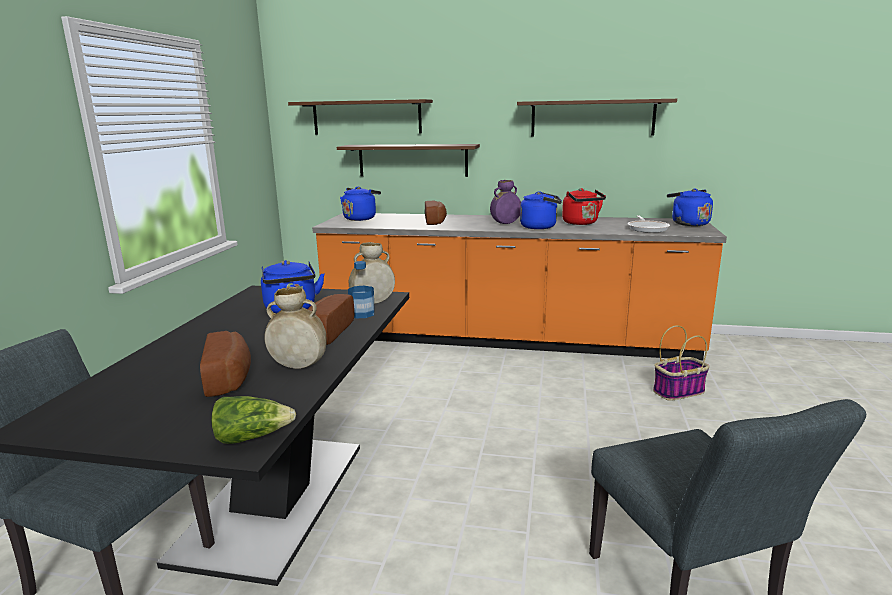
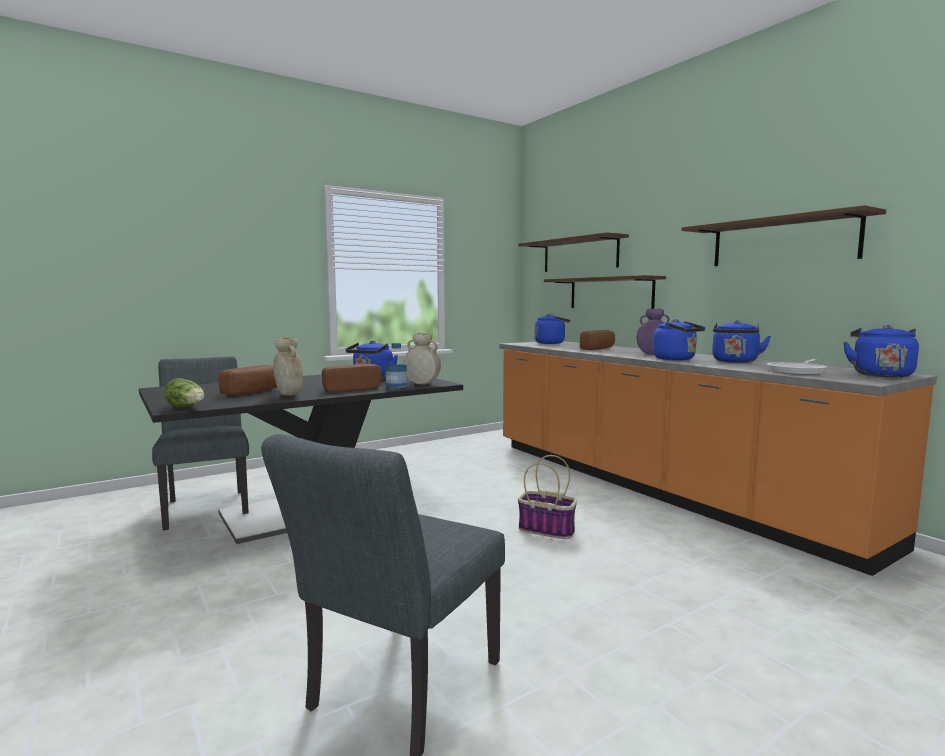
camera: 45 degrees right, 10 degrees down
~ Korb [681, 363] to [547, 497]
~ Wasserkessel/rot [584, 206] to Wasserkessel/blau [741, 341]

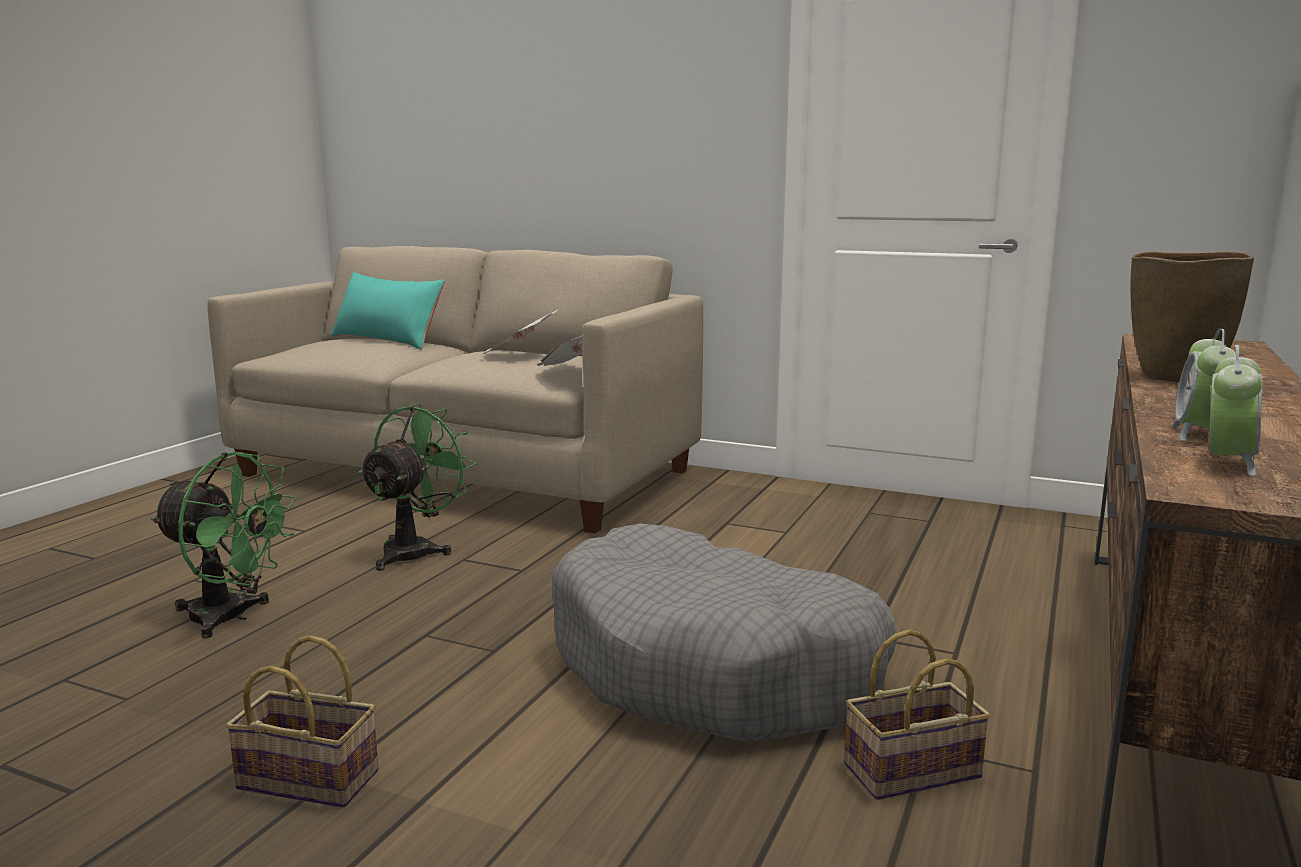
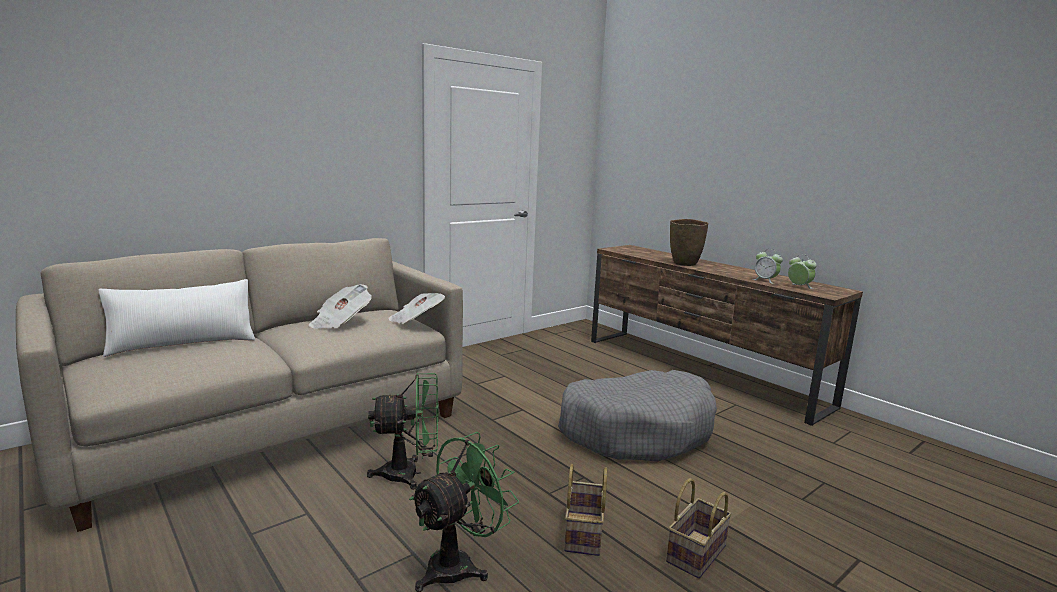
camera: 65 degrees left, 0 degrees up
~ Kissen/türkis [388, 311] to Kissen/weiß [176, 318]
~ Ventilator/grün [417, 487] = [403, 431] 120 degrees clockwise
~ Korb [917, 715] to [585, 510]

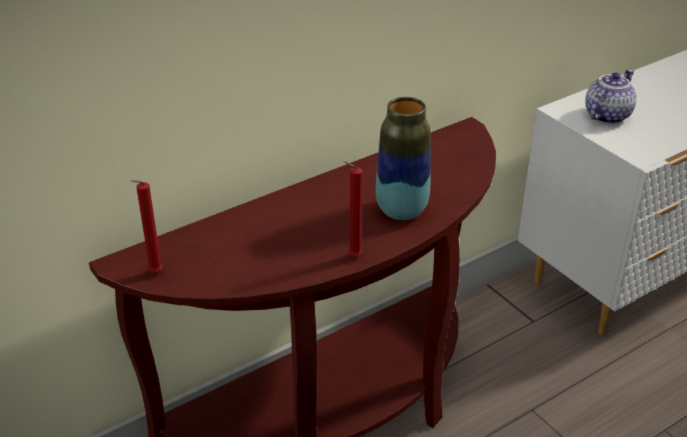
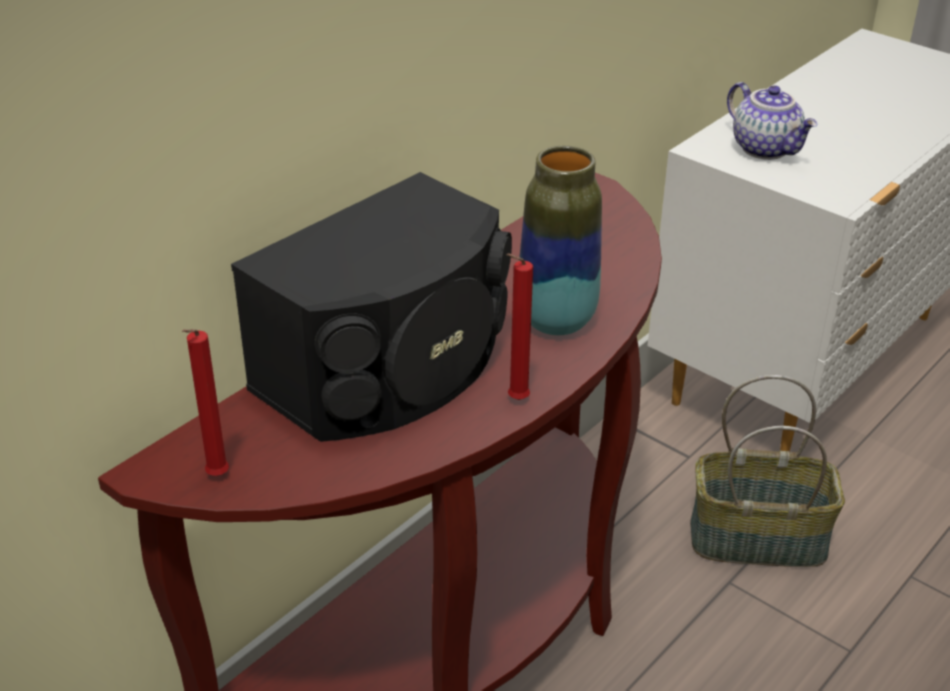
camera: 15 degrees left, 0 degrees up
+ Lautsprecher/schwarz [371, 307]
+ Korb [767, 471]
~ Teekanne [611, 96] = [772, 121] 120 degrees clockwise

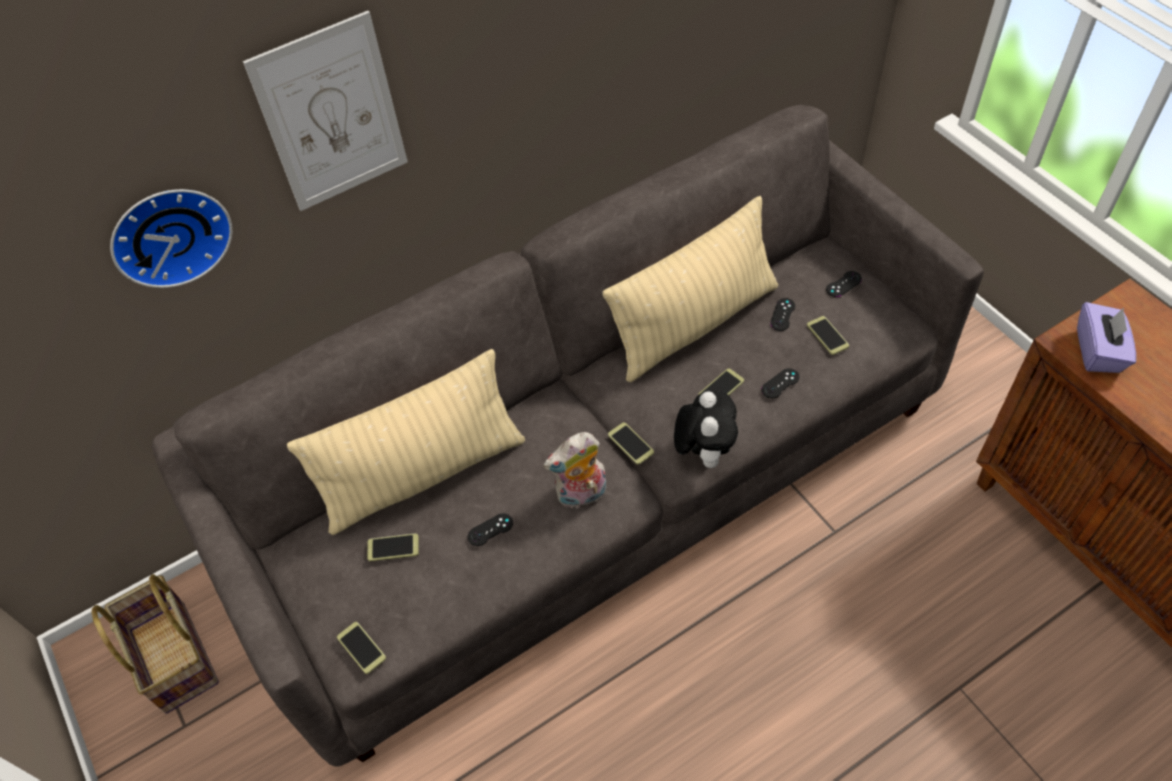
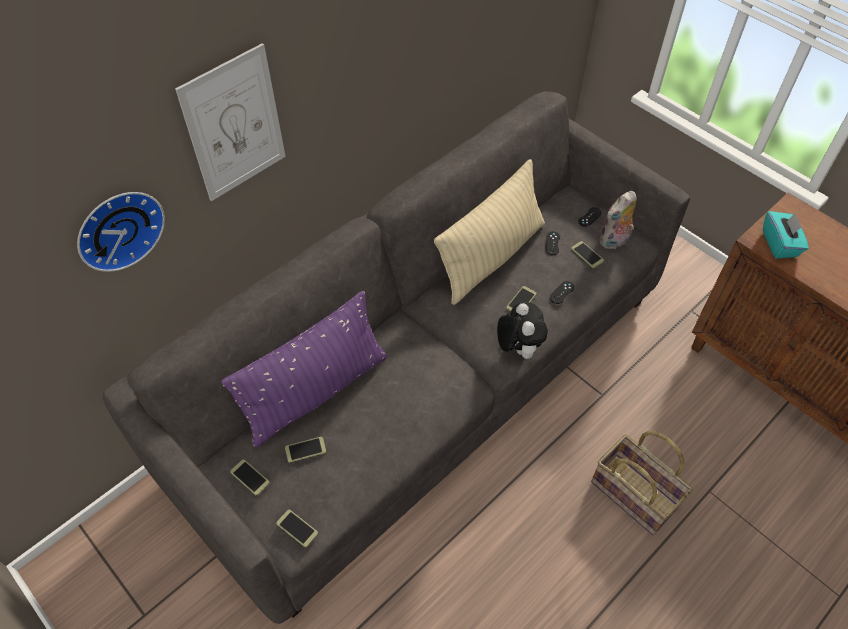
camera: 15 degrees left, 0 degrees up
~ Kissen/beige [406, 442] to Kissen/lila [304, 369]
~ Handy [631, 443] to [249, 477]
~ Korb [155, 644] to [642, 483]
~ Plüschtier [574, 470] to [618, 220]
~ Taschentuchbox/lila [1106, 337] to Taschentuchbox/türkis [786, 234]
- Gamepad/schwarz [490, 529]

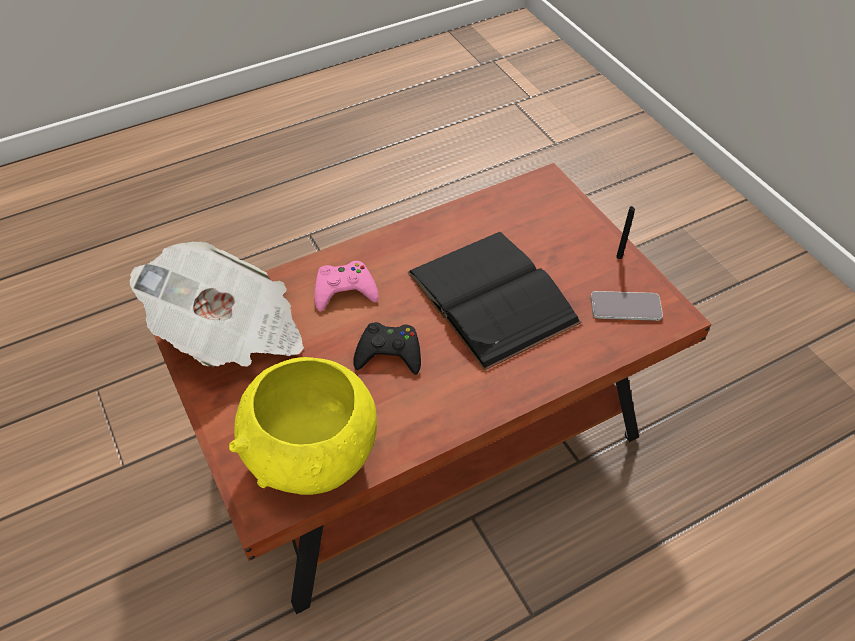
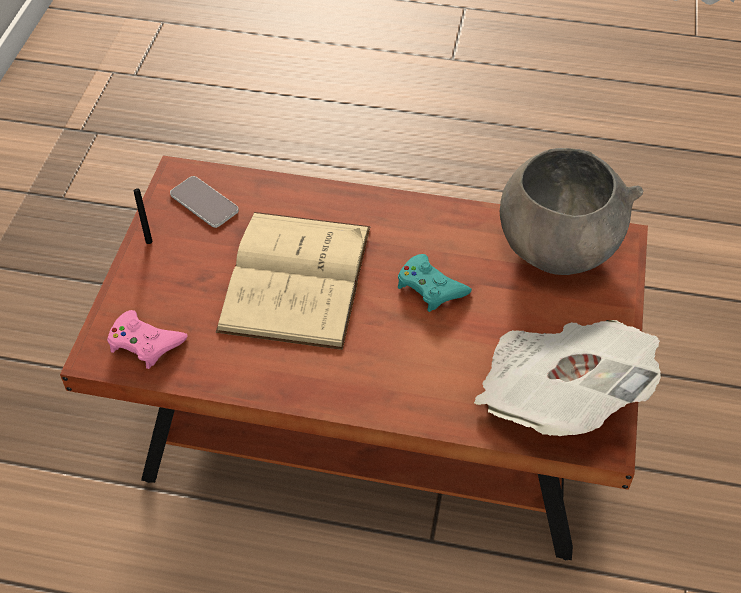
camera: 140 degrees left, 0 degrees up
~ Gamepad/rosa [347, 286] to [147, 339]
~ Buch/schwarz [494, 301] to Buch/beige [293, 281]
~ Gamepad/schwarz [387, 348] to Gamepad/türkis [435, 283]
~ Schüssel/gelb [303, 426] to Schüssel/grau [571, 211]

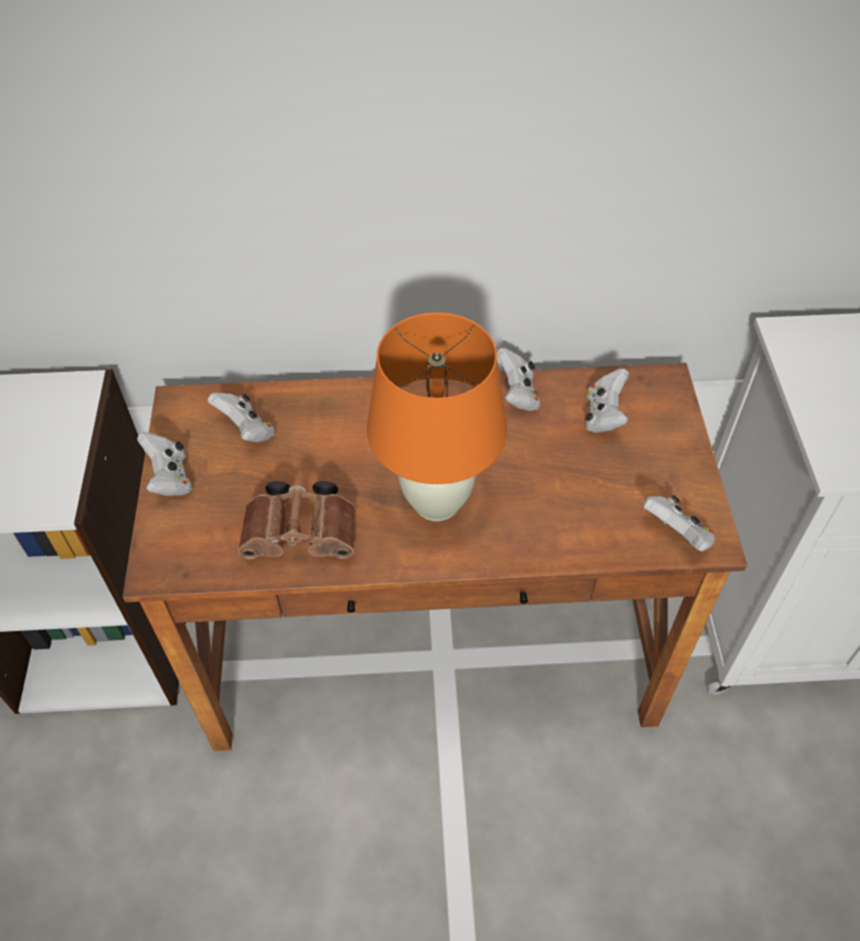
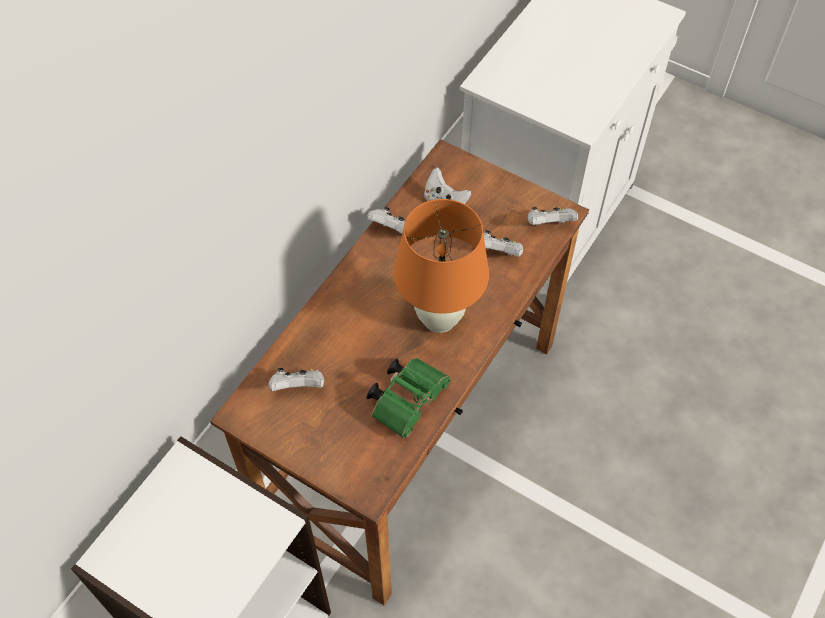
camera: 55 degrees left, 5 degrees up
~ Fernglas/braun [296, 520] to Fernglas/grün [408, 398]
~ Gamepad/weiß [164, 464] to [503, 243]

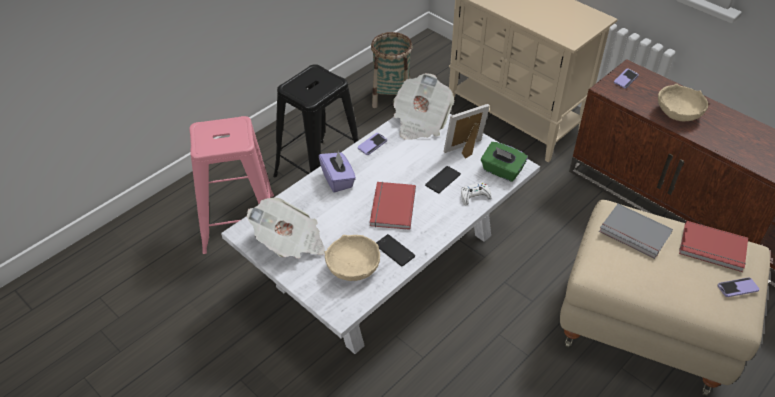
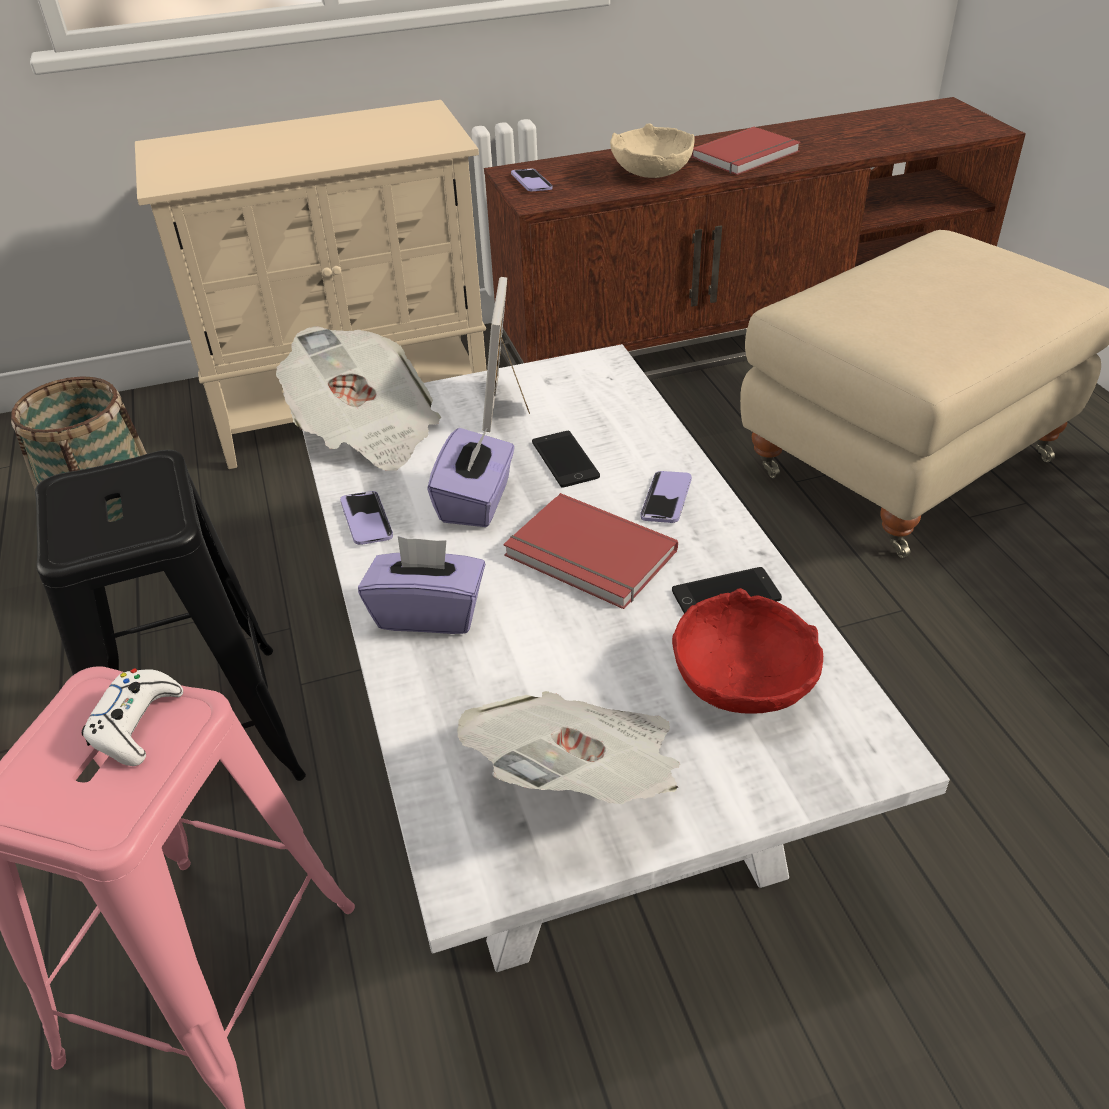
camera: 60 degrees left, 5 degrees down
~ Gamepad/weiß [476, 194] to [132, 717]
+ Taschentuchbox/lila [471, 477]
~ Handy [738, 287] to [666, 497]
~ Schüssel/beige [352, 258] to Schüssel/rot [747, 651]
~ Buch/rot [713, 246] to [745, 151]
- Taschentuchbox/grün [504, 162]
- Buch/grau [636, 231]

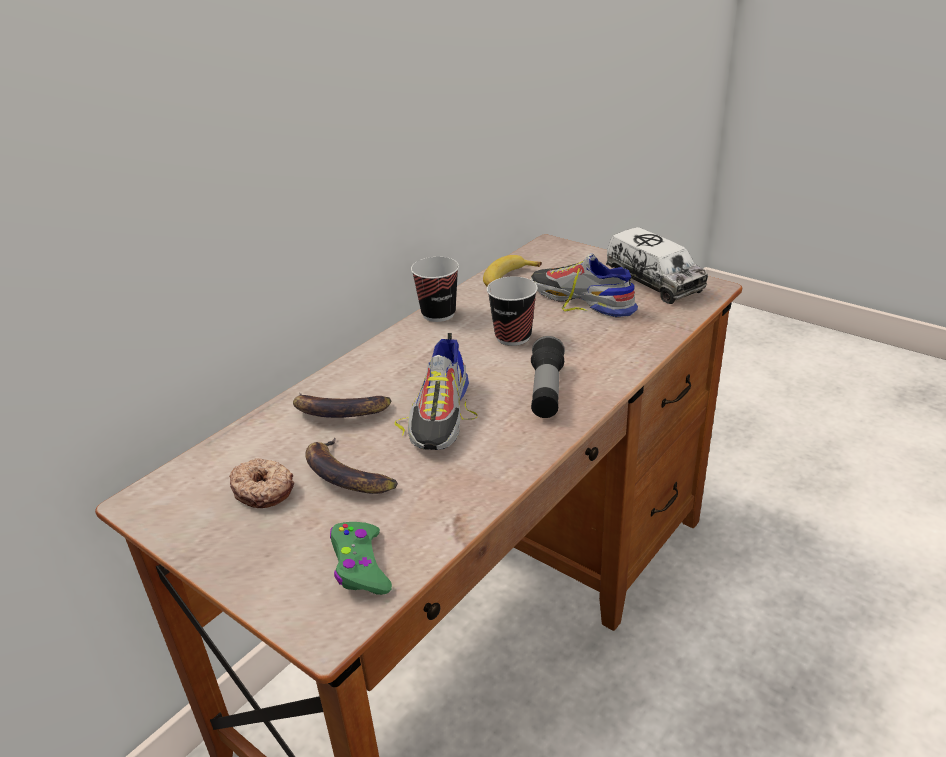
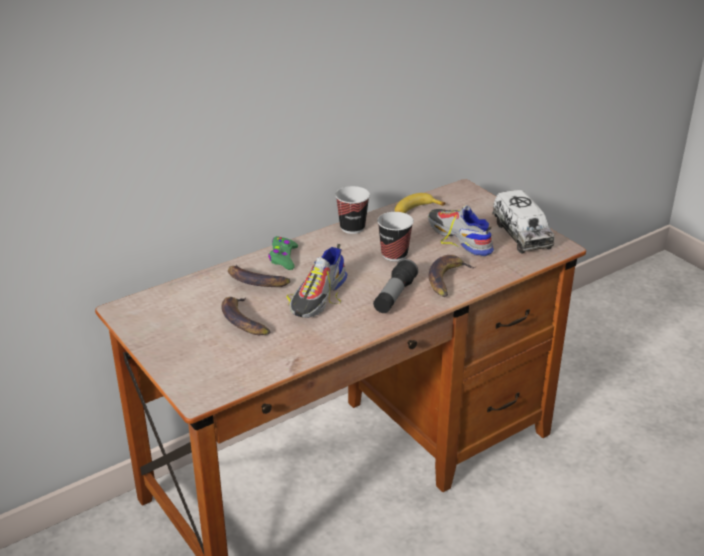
camera: 15 degrees right, 0 degrees up
~ Gamepad/grün [361, 558] to [283, 253]
+ Banane [451, 276]
- Donut [261, 483]

